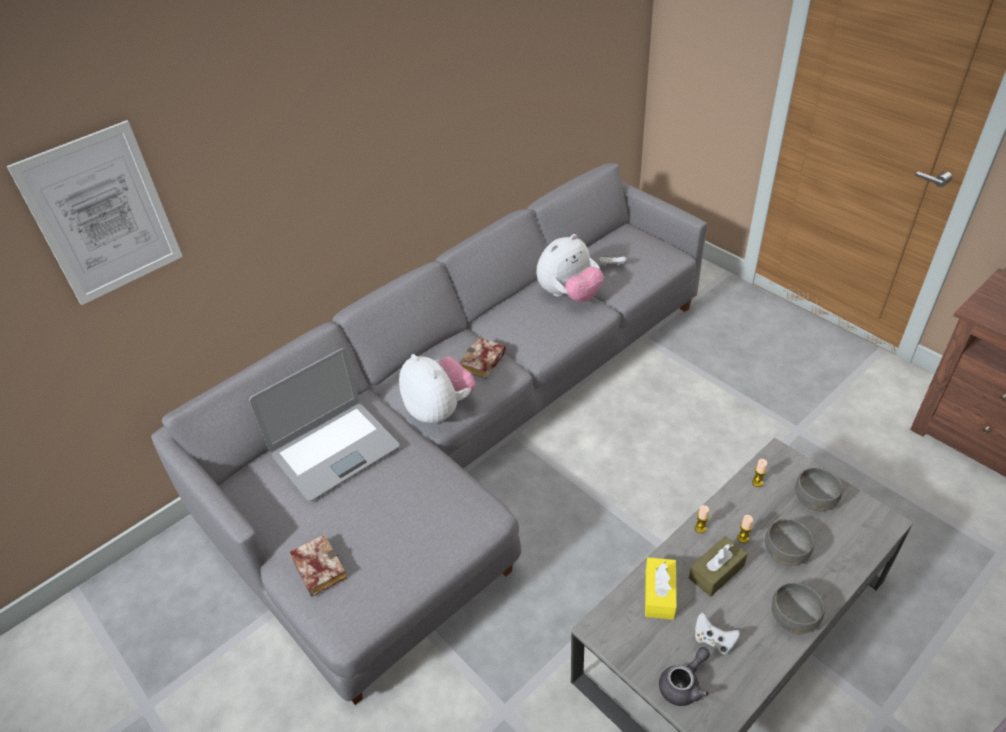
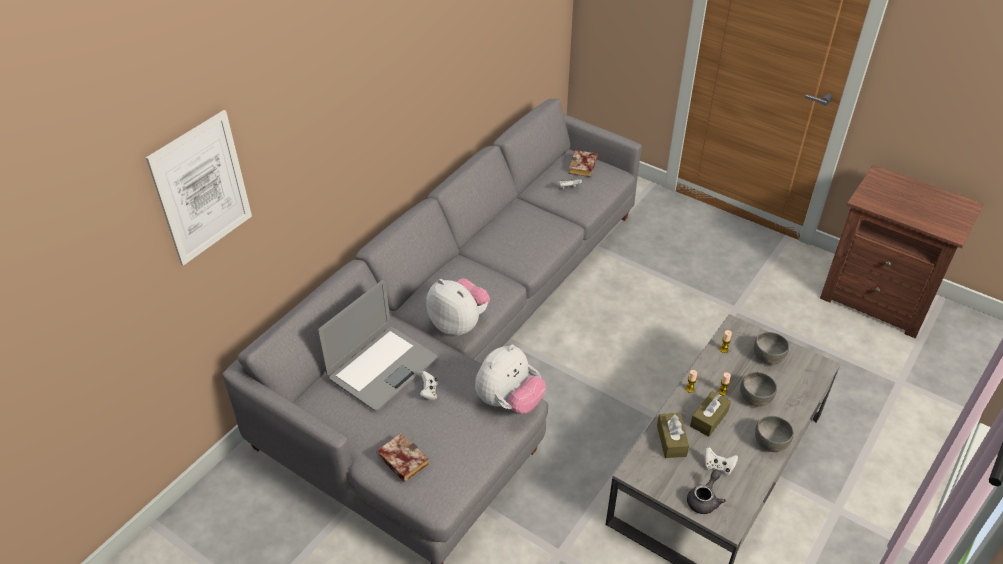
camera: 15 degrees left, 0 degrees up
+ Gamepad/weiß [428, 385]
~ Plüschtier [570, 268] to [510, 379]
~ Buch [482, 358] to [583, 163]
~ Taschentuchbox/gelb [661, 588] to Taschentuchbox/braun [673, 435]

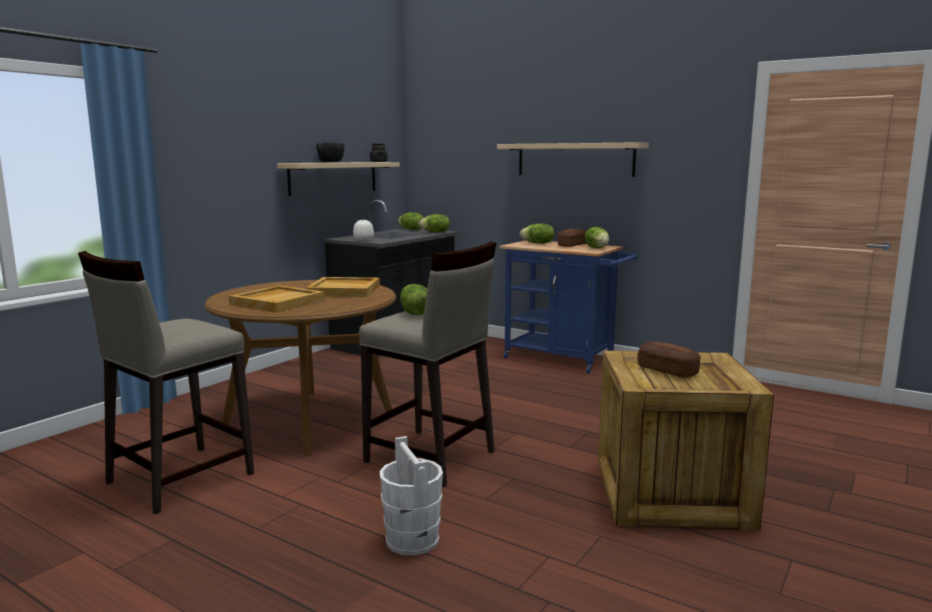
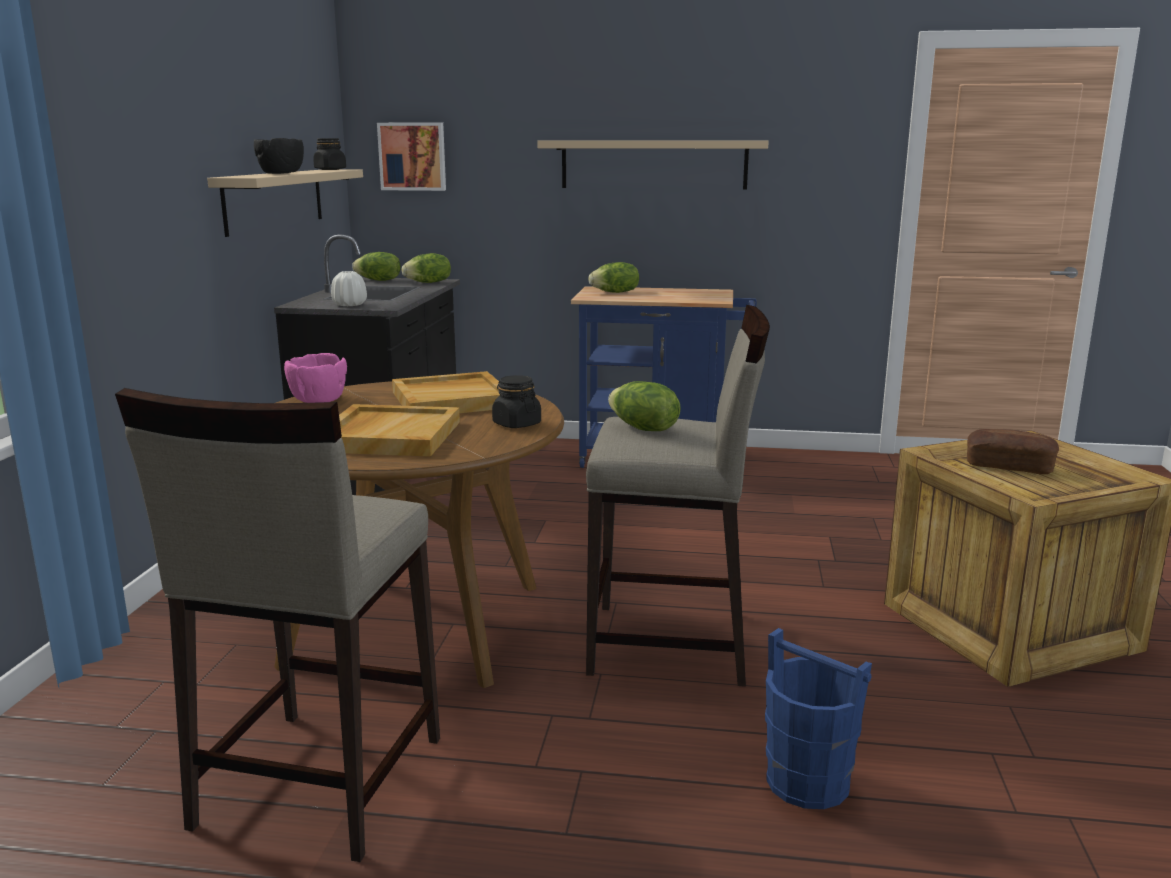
camera: 25 degrees left, 5 degrees up
+ Schüssel/rosa [315, 378]
+ Bild [411, 156]
+ Vorratsglas/schwarz [516, 401]
~ Eimer/weiß [411, 495] to Eimer/blau [818, 718]
- Brot [572, 238]
- Salatkopf [597, 237]

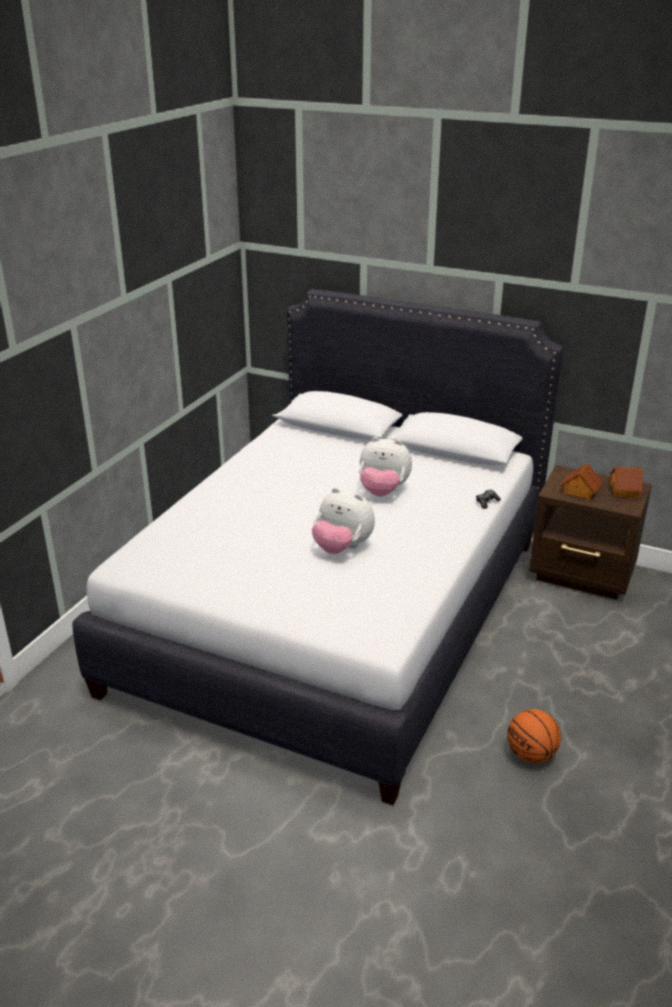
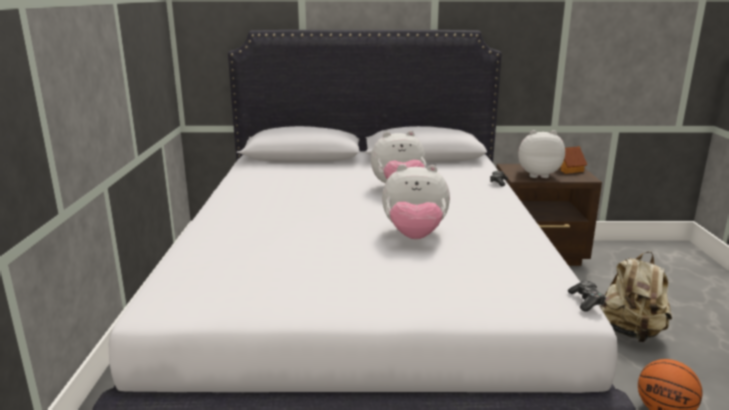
camera: 25 degrees left, 10 degrees down
~ Spielzeughaus [581, 481] to Plüschtier [541, 154]
+ Gamepad [587, 296]
+ Rucksack/beige [636, 296]

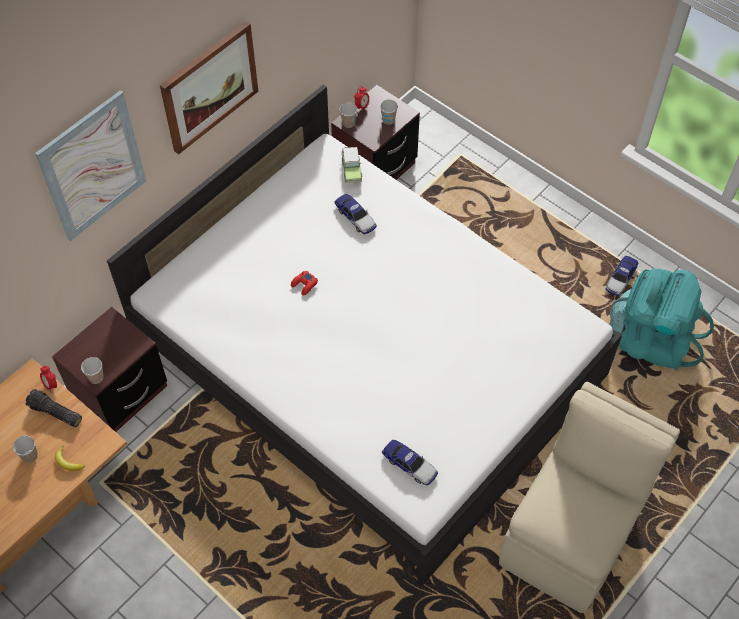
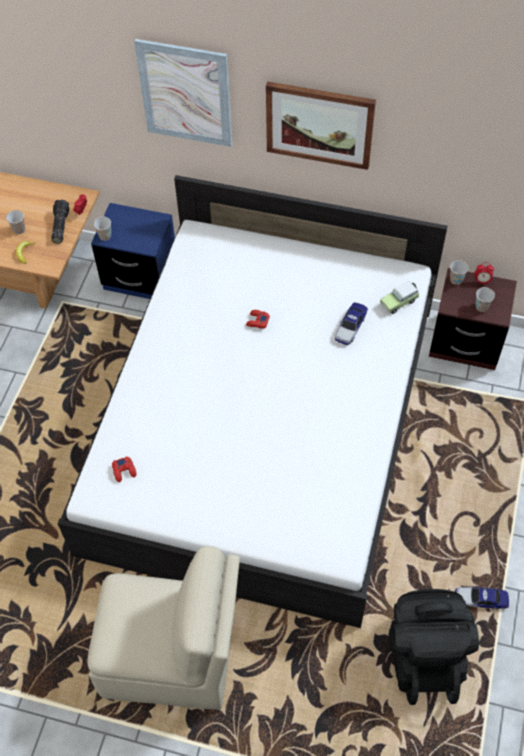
camera: 65 degrees right, 0 degrees up
~ Nachttisch/braun [109, 369] to Nachttisch/blau [133, 251]
~ Spielzeugauto [410, 463] to Gamepad/rot [124, 469]
~ Rucksack/türkis [662, 319] to Rucksack/schwarz [433, 647]

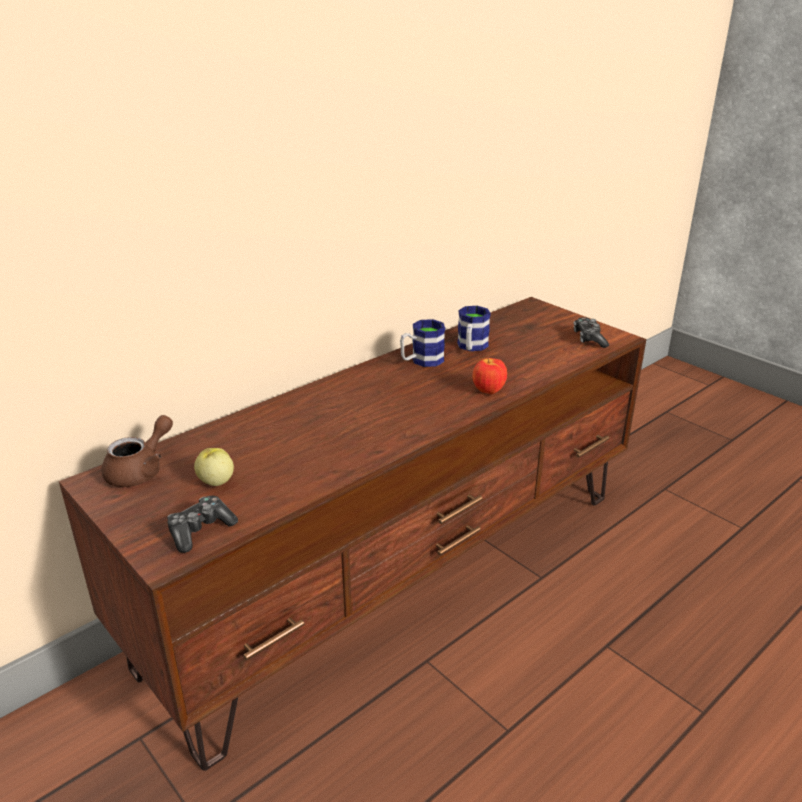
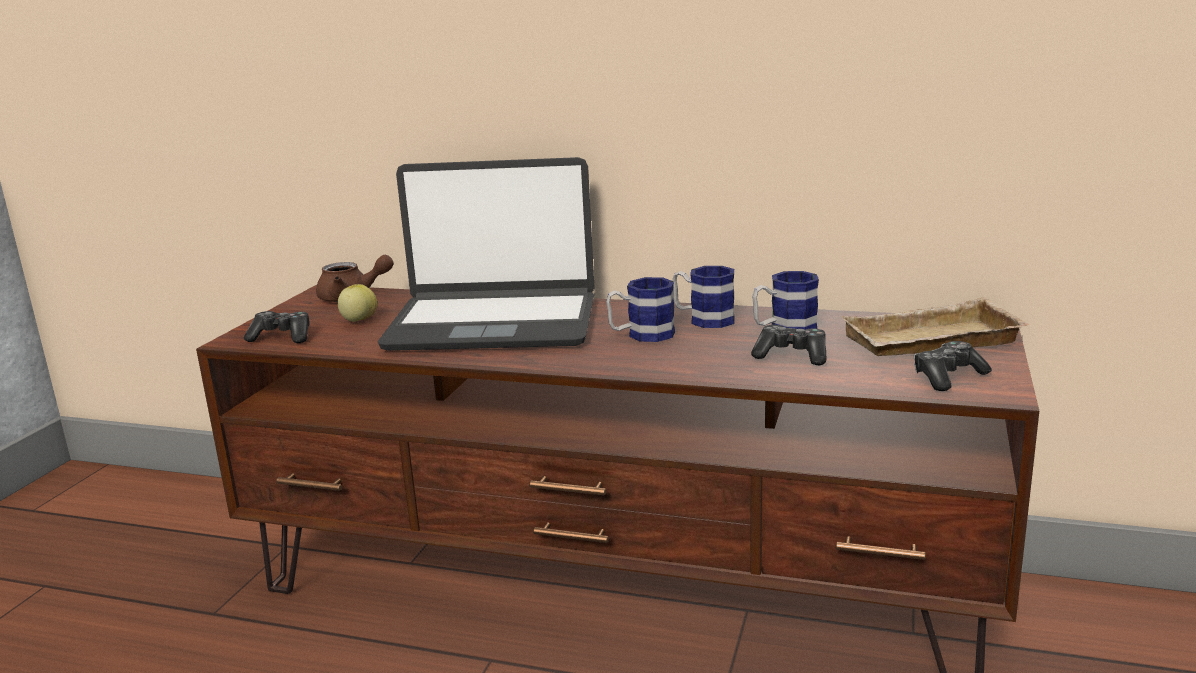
camera: 60 degrees right, 10 degrees down
+ Laptop [486, 254]
+ Henkelbecher [640, 309]
+ Gamepad [789, 345]
+ Tablett/beige [935, 326]
- Apfel [489, 376]

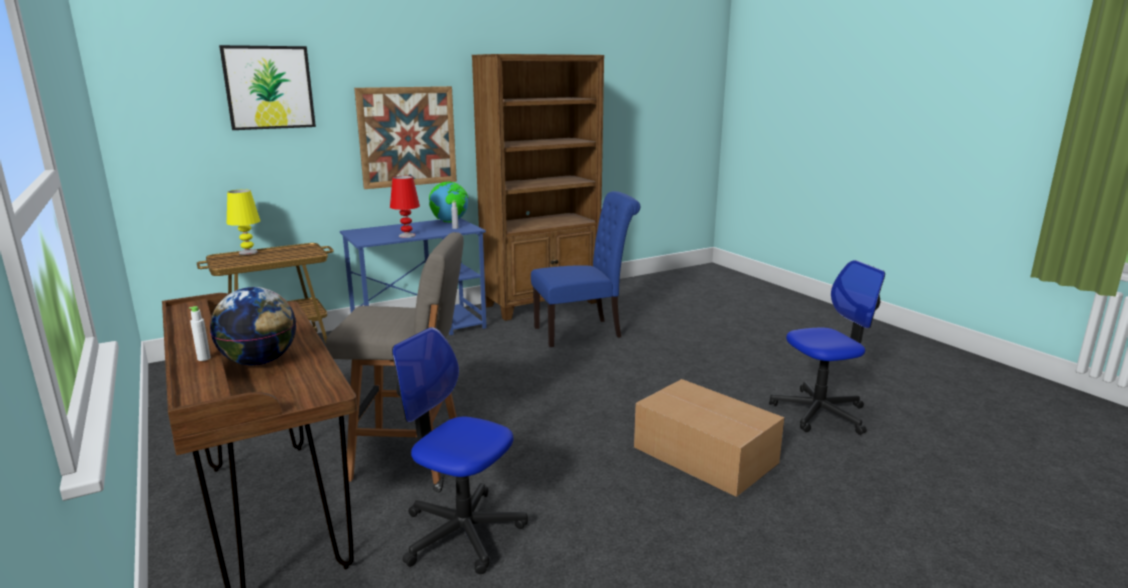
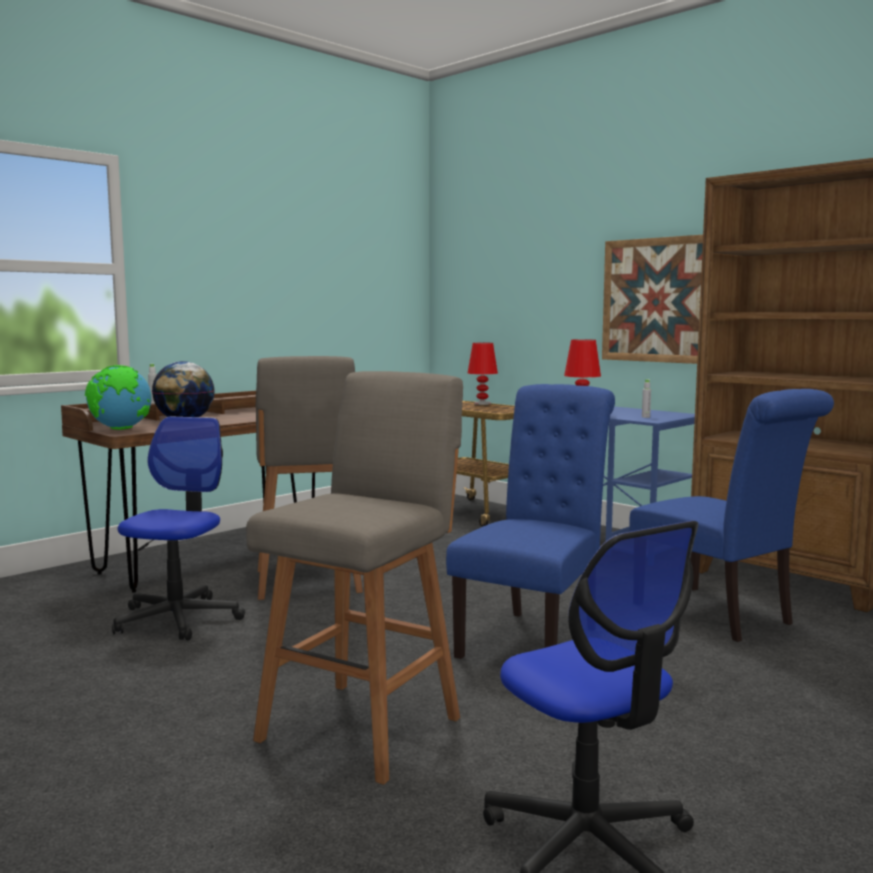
camera: 75 degrees right, 10 degrees down
~ Globus [448, 202] to [118, 397]
~ Karton [709, 438] to Hocker/grau [354, 578]
+ Stuhl/blau [530, 521]
~ Tischlampe/gelb [243, 222] to Tischlampe/rot [483, 374]
- Bild [267, 87]

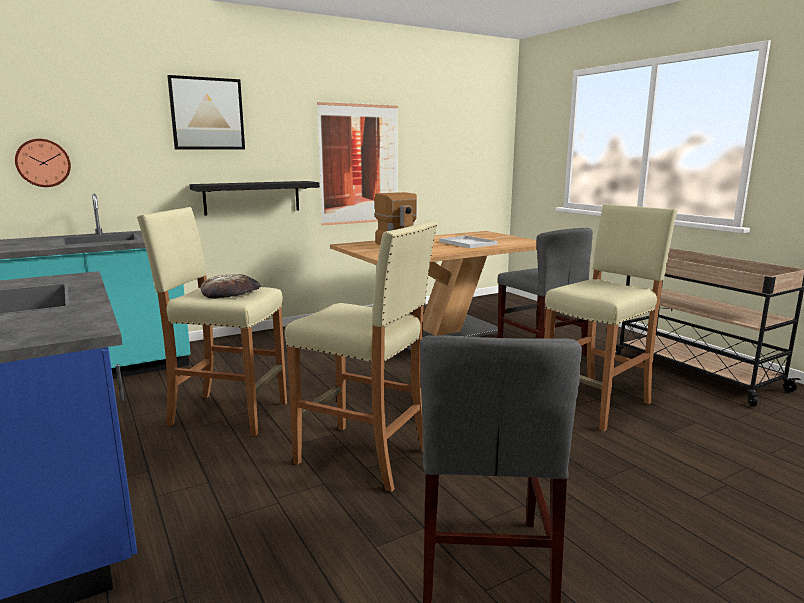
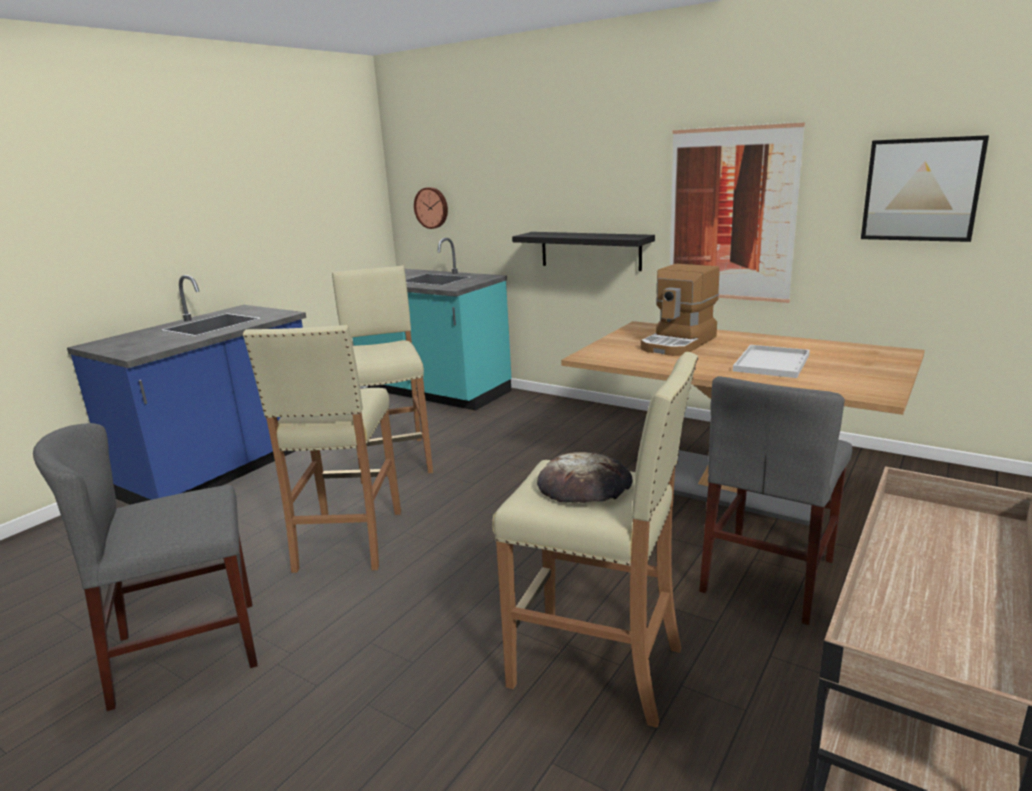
camera: 65 degrees right, 5 degrees up
~ Brot [231, 286] to [584, 477]
~ Bild [206, 112] to [925, 188]

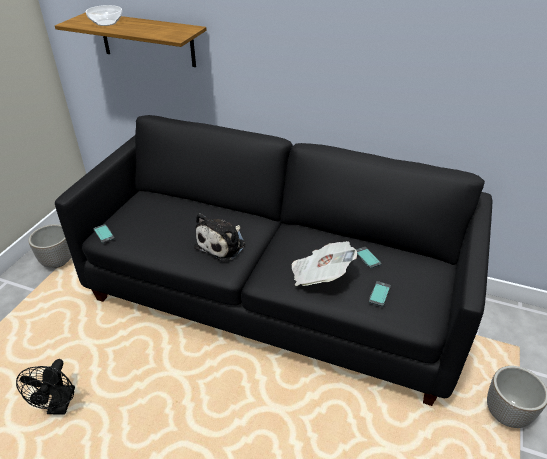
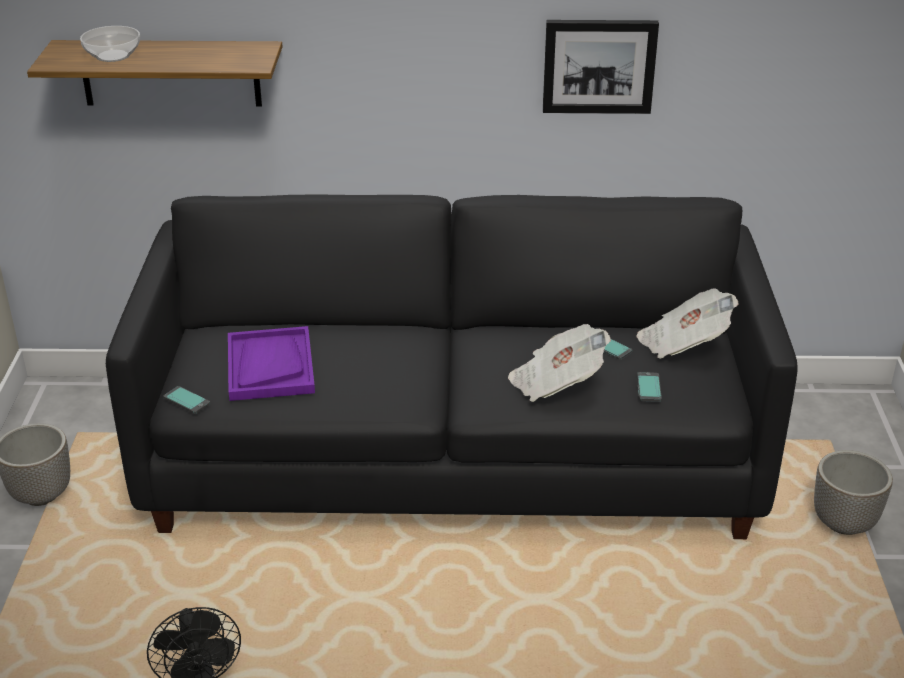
camera: 20 degrees left, 5 degrees down
+ Tablett/lila [271, 363]
+ Bild [601, 67]
+ Zeitung [687, 323]
- Plüschtier [219, 237]

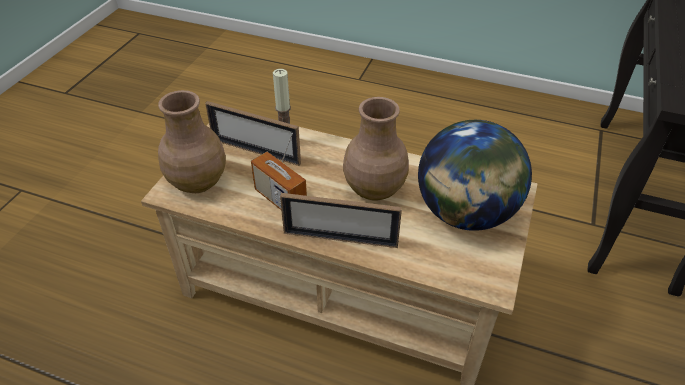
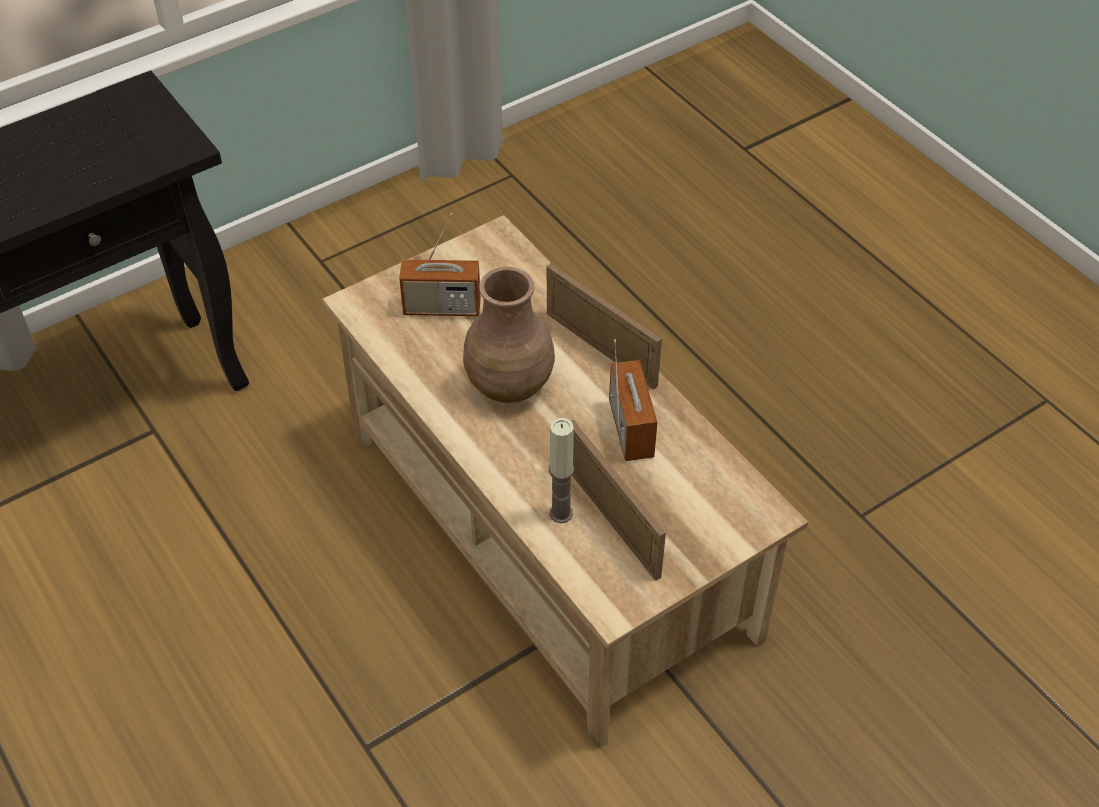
camera: 145 degrees left, 5 degrees up
~ Globus [475, 175] to Radio [440, 264]
- Vase/braun [192, 141]

